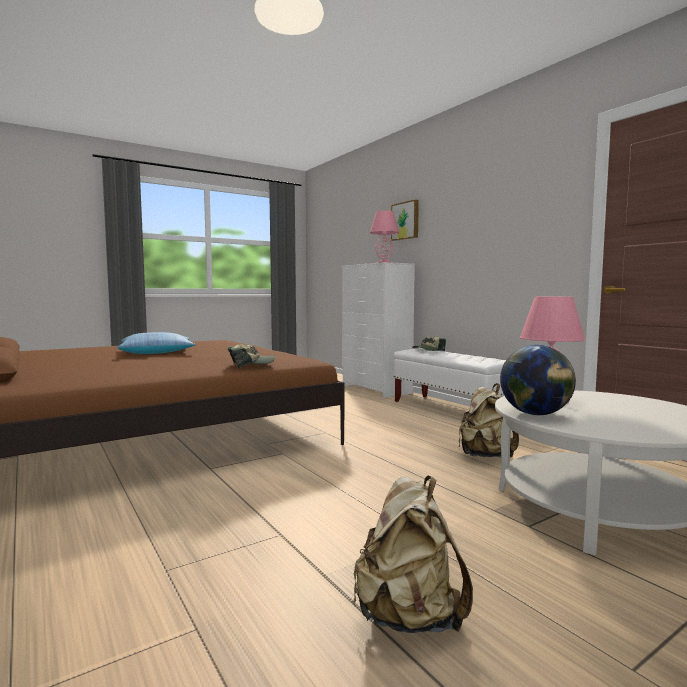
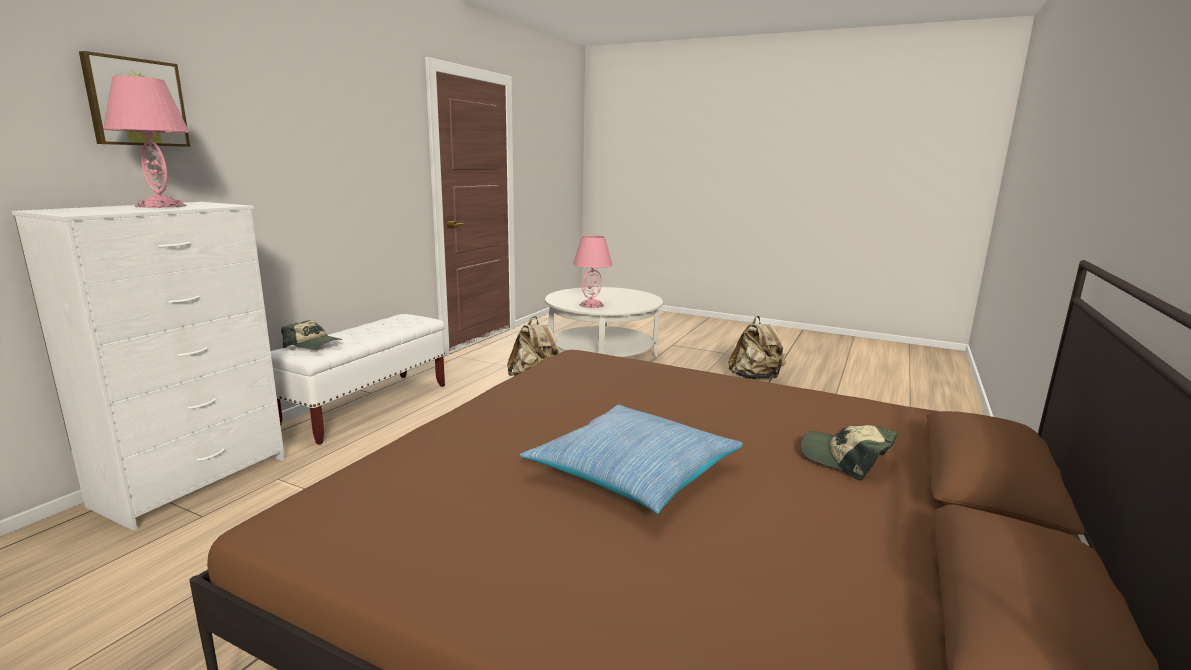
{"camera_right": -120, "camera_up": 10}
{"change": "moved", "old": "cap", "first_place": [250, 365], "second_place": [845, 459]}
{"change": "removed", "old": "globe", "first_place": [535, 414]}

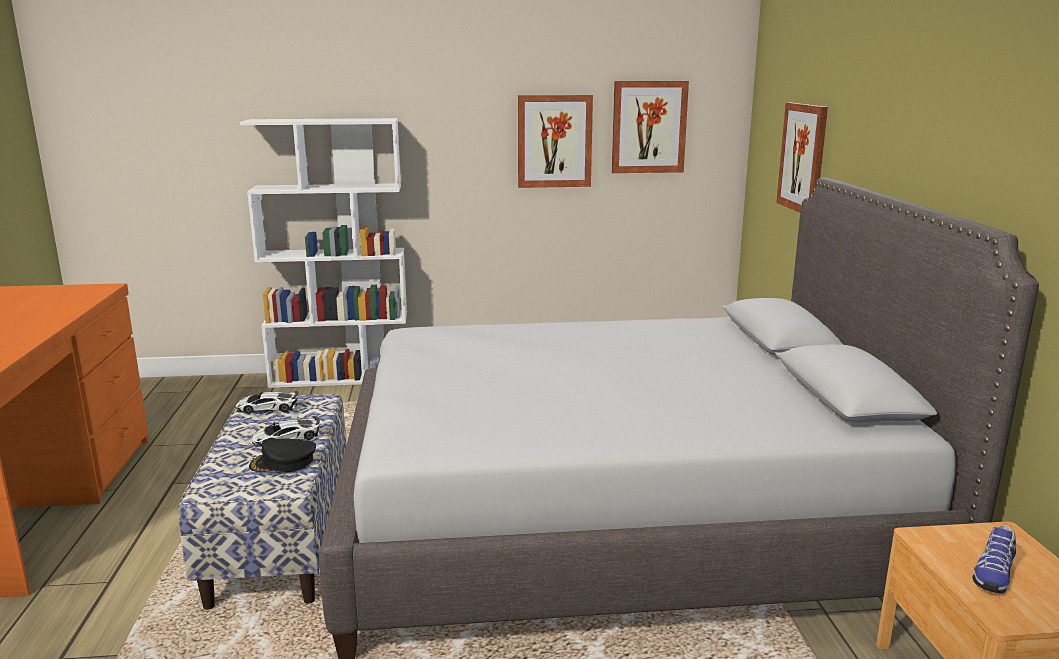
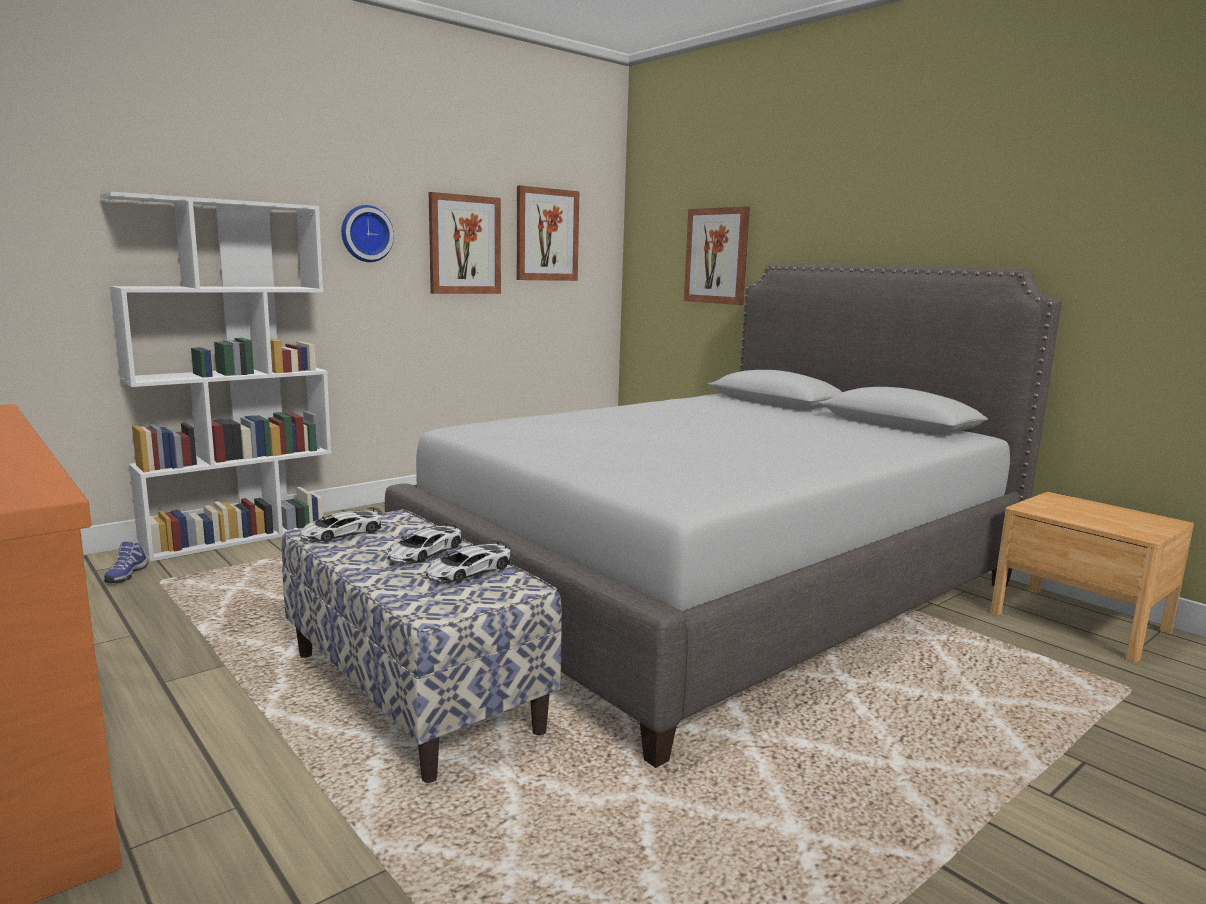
{"camera_right": -35, "camera_up": -5}
{"change": "replaced", "old": "cap (blackish)", "new": "miniature car", "first_place": [283, 462], "second_place": [468, 571]}
{"change": "moved", "old": "item of footwear", "first_place": [992, 575], "second_place": [125, 575]}
{"change": "added", "new": "wall clock", "second_place": [365, 233]}

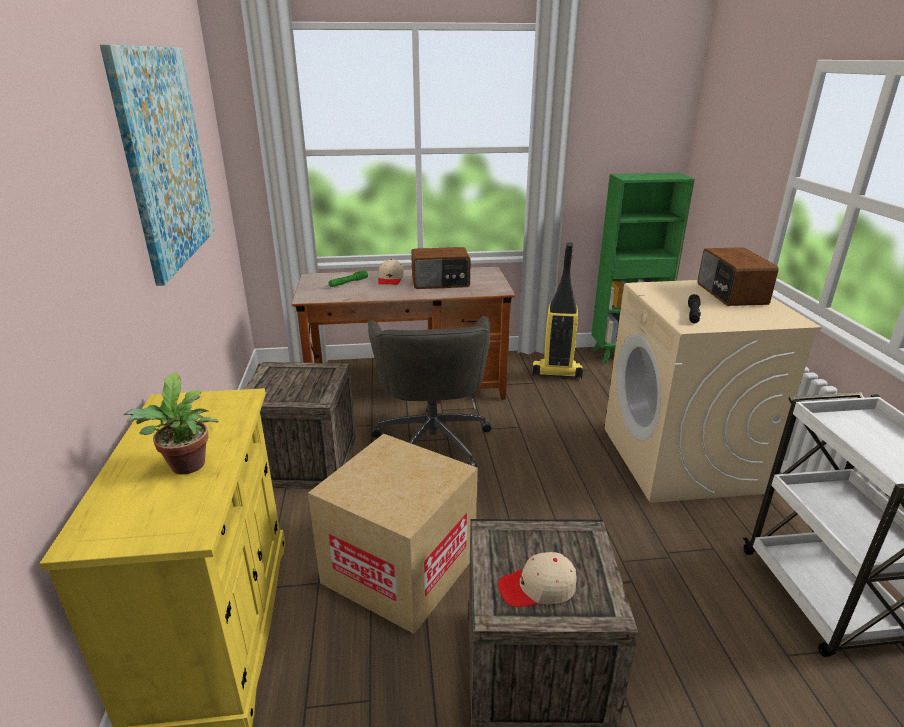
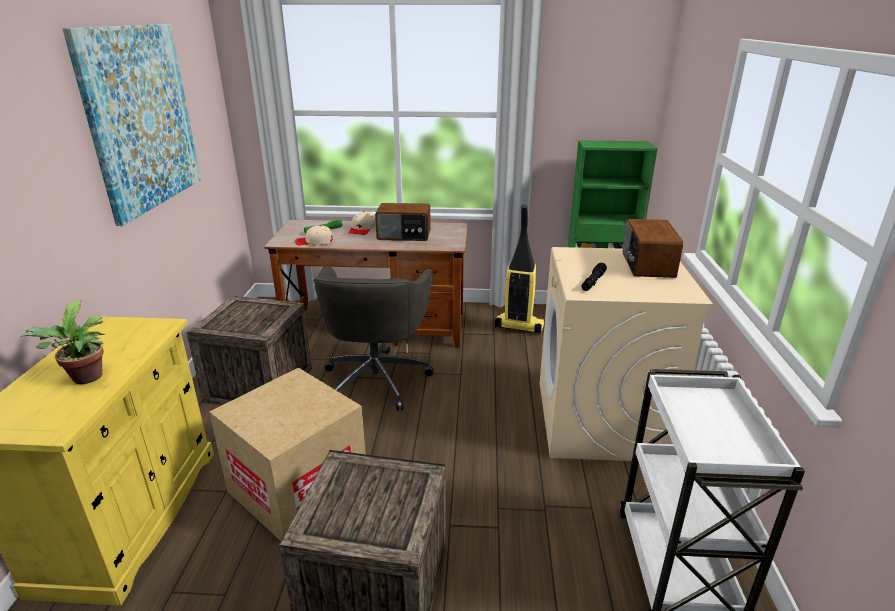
{"camera_right": 10, "camera_up": 0}
{"change": "moved", "old": "cap (beige)", "first_place": [538, 588], "second_place": [314, 242]}

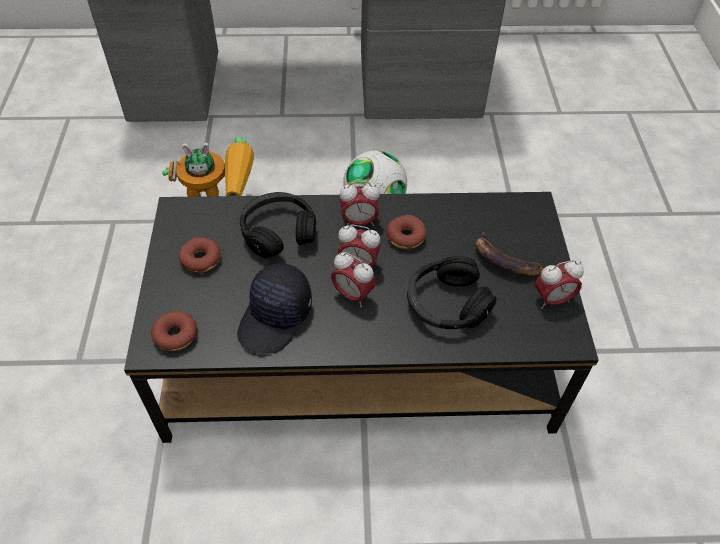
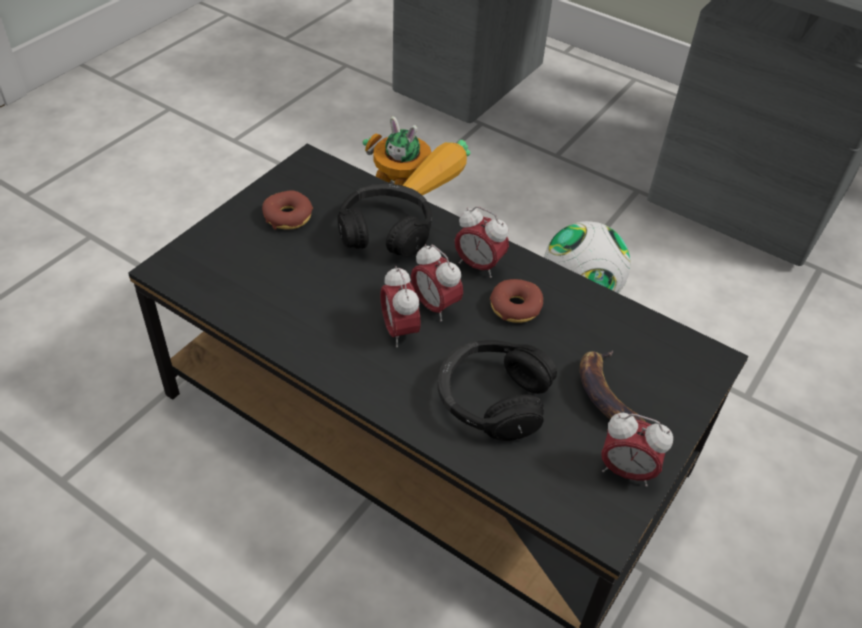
{"camera_right": 35, "camera_up": -5}
{"change": "removed", "old": "donut", "first_place": [175, 335]}
{"change": "removed", "old": "cap (blackish)", "first_place": [276, 317]}

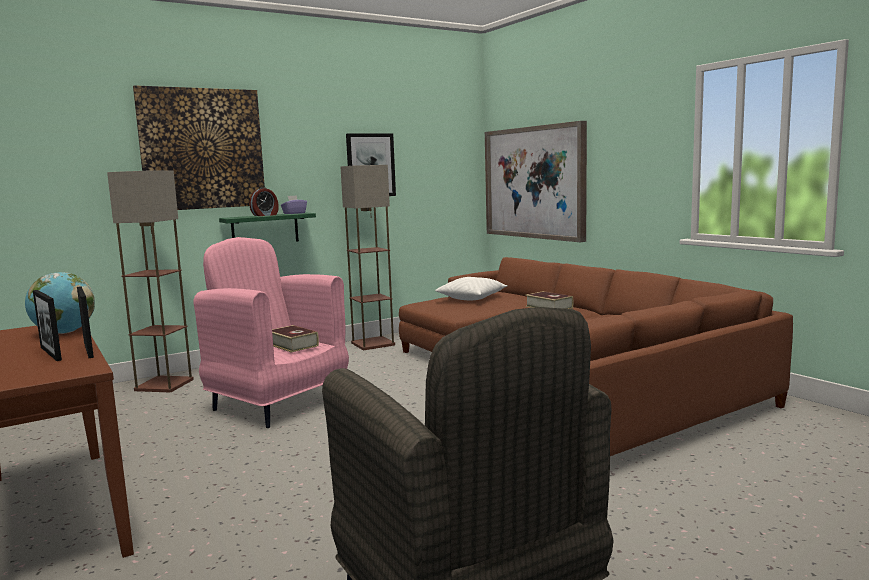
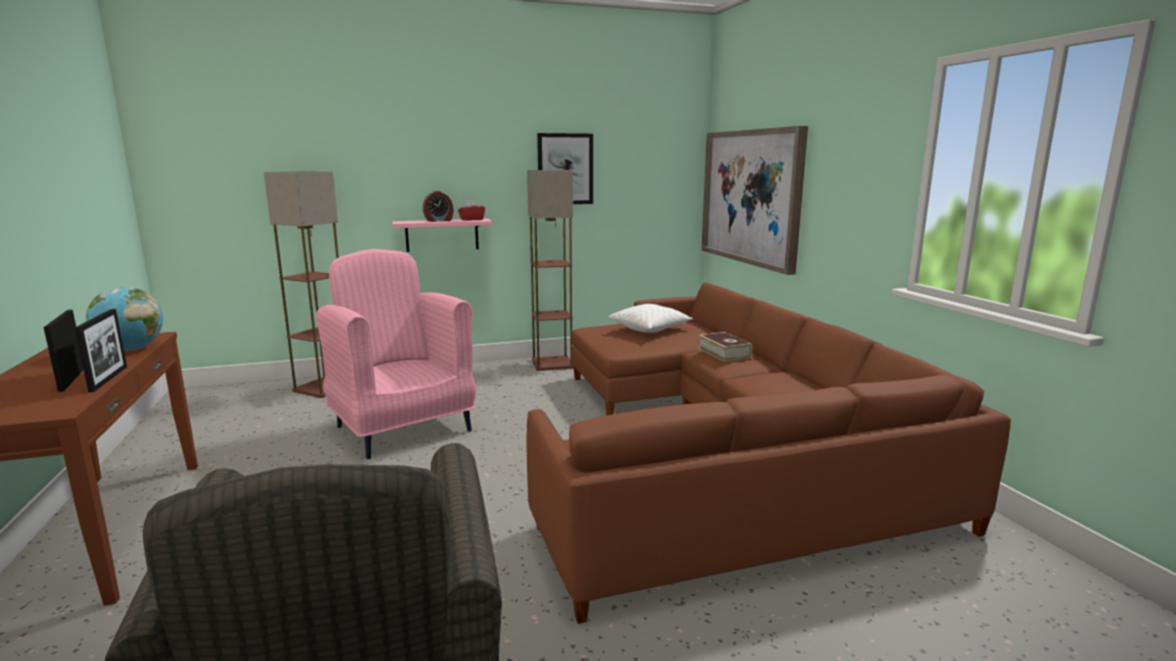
{"camera_right": 15, "camera_up": 5}
{"change": "removed", "old": "picture", "first_place": [202, 149]}
{"change": "recoloured", "old": "wall shelf (green)", "new": "wall shelf (pinkish)", "first_place": [265, 229], "second_place": [442, 235]}
{"change": "removed", "old": "volume", "first_place": [293, 345]}
{"change": "recoloured", "old": "tissue holder (purple-coloured)", "new": "tissue holder (red-coloured)", "first_place": [294, 213], "second_place": [471, 219]}

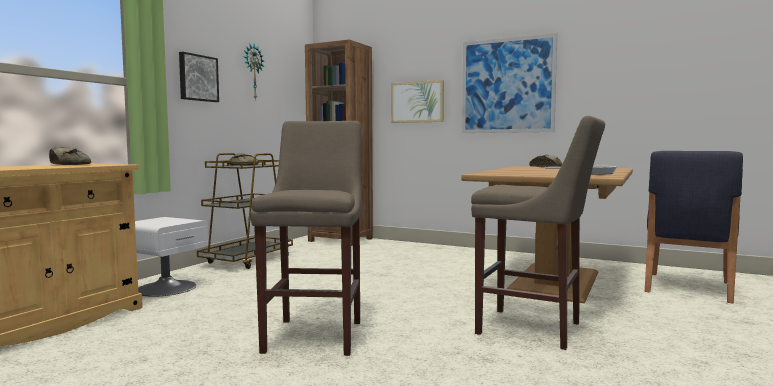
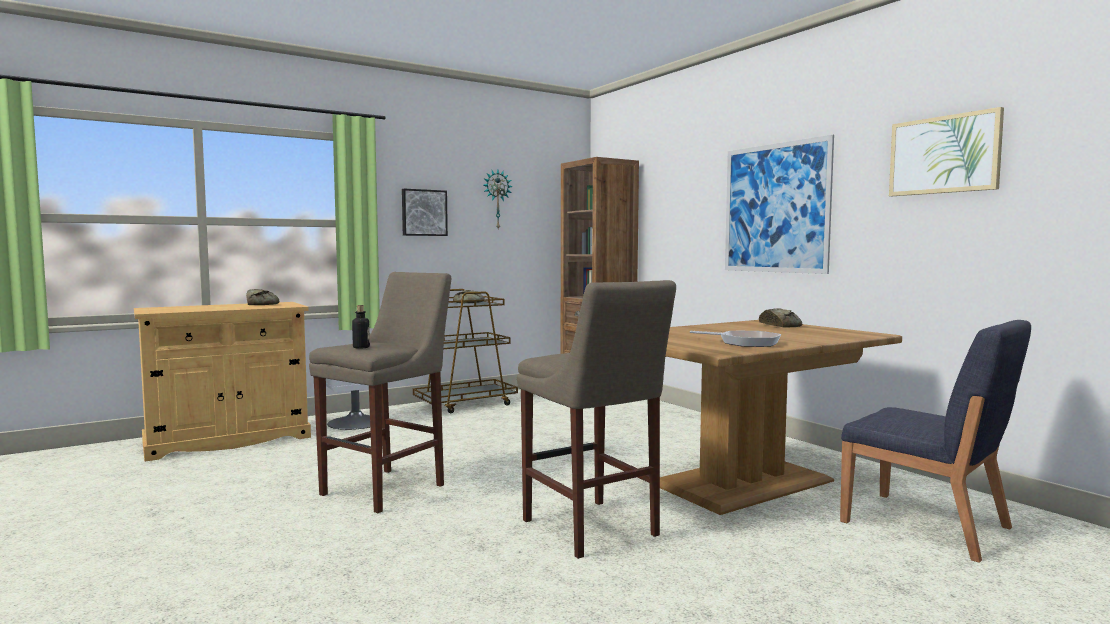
{"camera_right": 30, "camera_up": 0}
{"change": "moved", "old": "picture", "first_place": [417, 102], "second_place": [944, 155]}
{"change": "turned", "old": "chair (blue)", "first_place": [687, 287], "second_place": [927, 525], "degrees": -105}
{"change": "added", "new": "drink bottle", "second_place": [361, 347]}

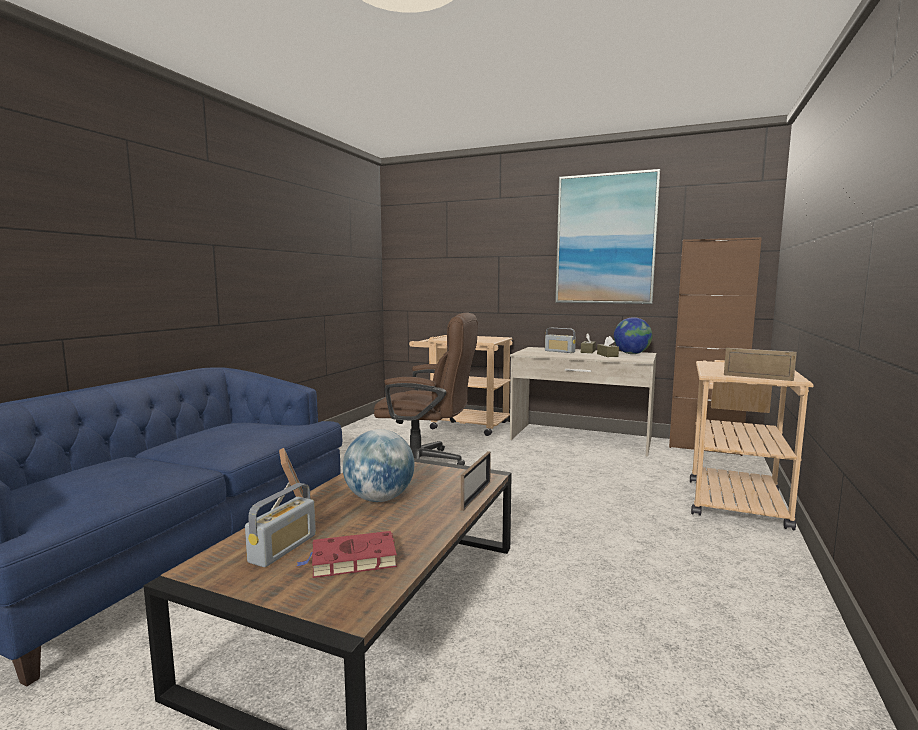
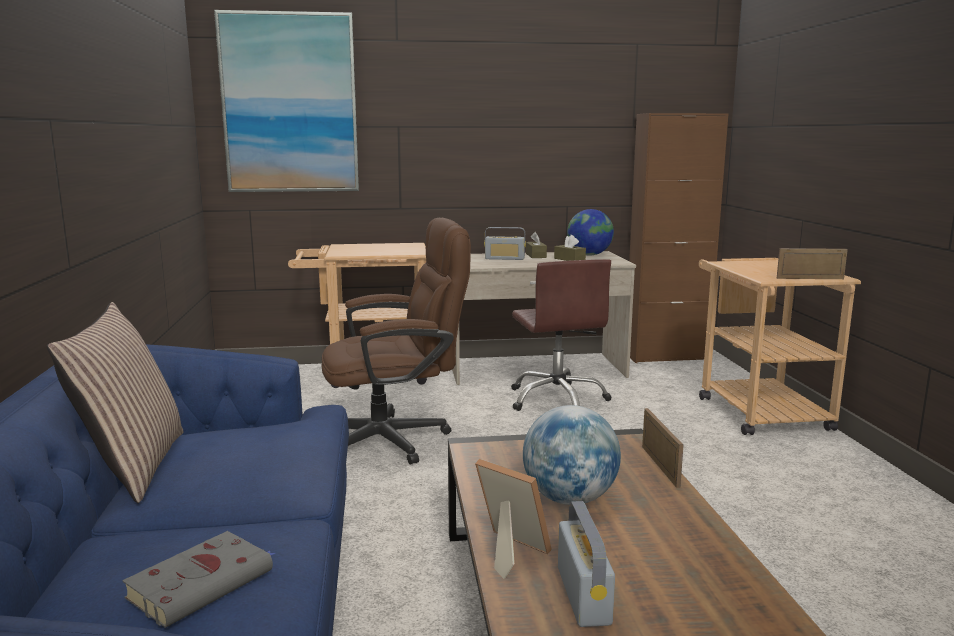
{"camera_right": -30, "camera_up": 5}
{"change": "removed", "old": "volume (red-coloured)", "first_place": [351, 560]}
{"change": "moved", "old": "picture", "first_place": [605, 239], "second_place": [289, 104]}
{"change": "added", "new": "cushion", "second_place": [132, 466]}
{"change": "added", "new": "volume (greyish)", "second_place": [204, 583]}
{"change": "added", "new": "computer chair (brown-coloured)", "second_place": [557, 399]}

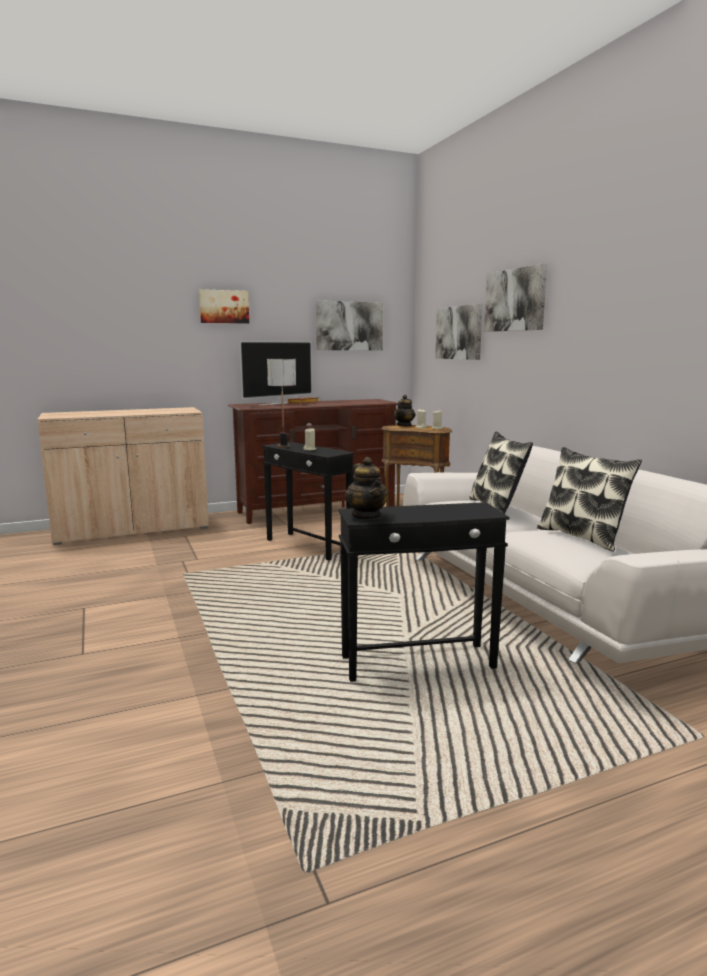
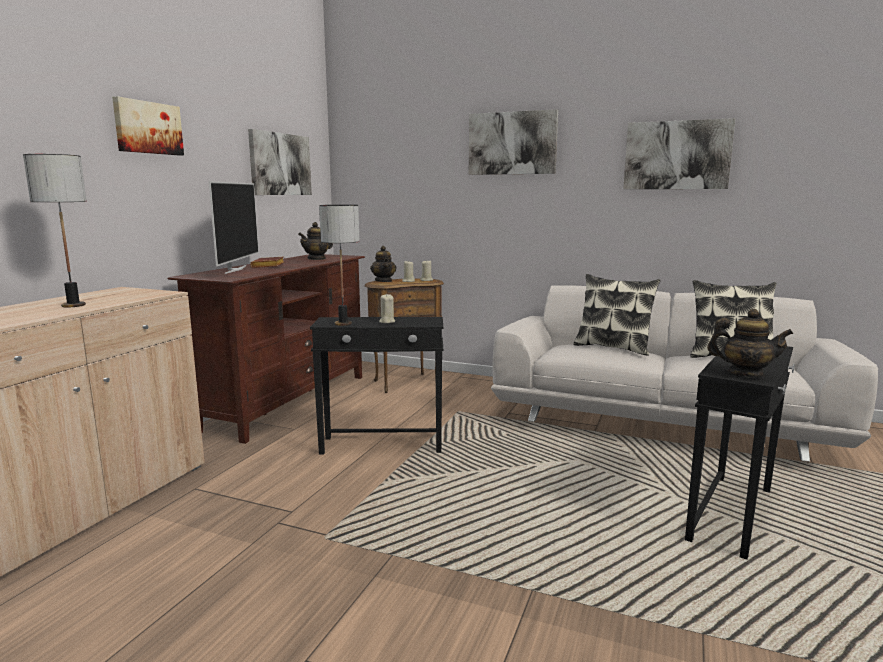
{"camera_right": -45, "camera_up": 0}
{"change": "moved", "old": "picture", "first_place": [459, 332], "second_place": [677, 155]}
{"change": "added", "new": "tabletop lamp", "second_place": [74, 305]}
{"change": "added", "new": "teapot", "second_place": [317, 259]}

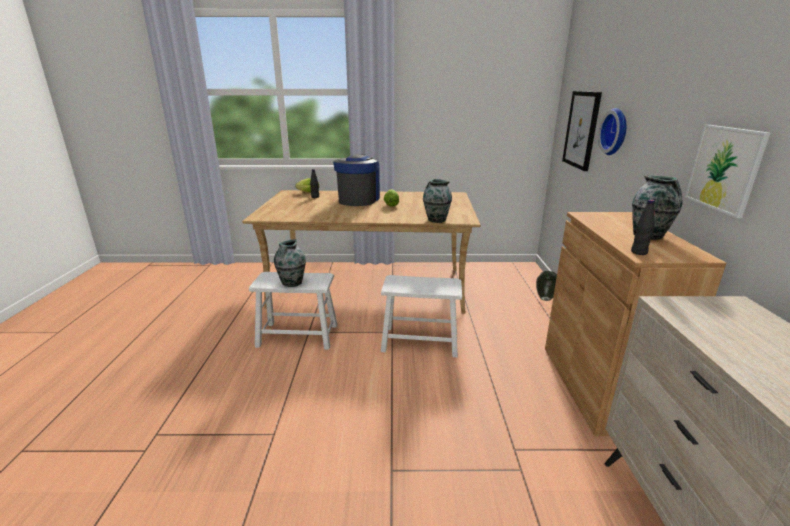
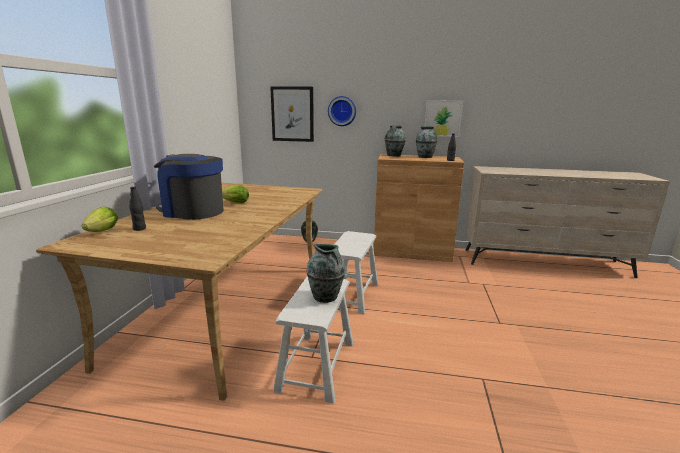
{"camera_right": -80, "camera_up": -5}
{"change": "moved", "old": "flower vase", "first_place": [436, 220], "second_place": [393, 155]}

